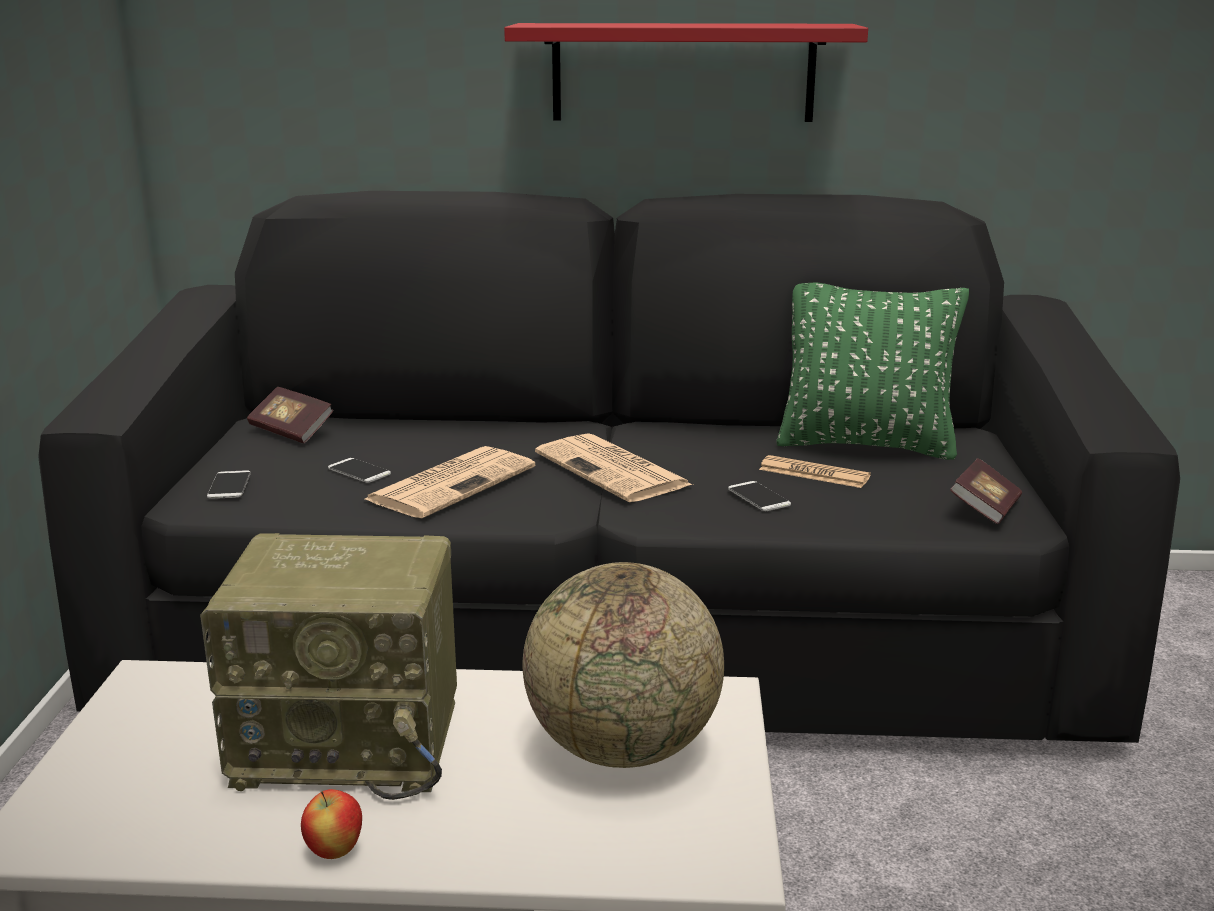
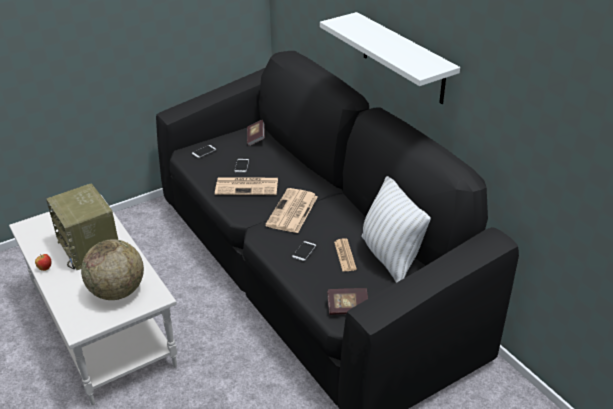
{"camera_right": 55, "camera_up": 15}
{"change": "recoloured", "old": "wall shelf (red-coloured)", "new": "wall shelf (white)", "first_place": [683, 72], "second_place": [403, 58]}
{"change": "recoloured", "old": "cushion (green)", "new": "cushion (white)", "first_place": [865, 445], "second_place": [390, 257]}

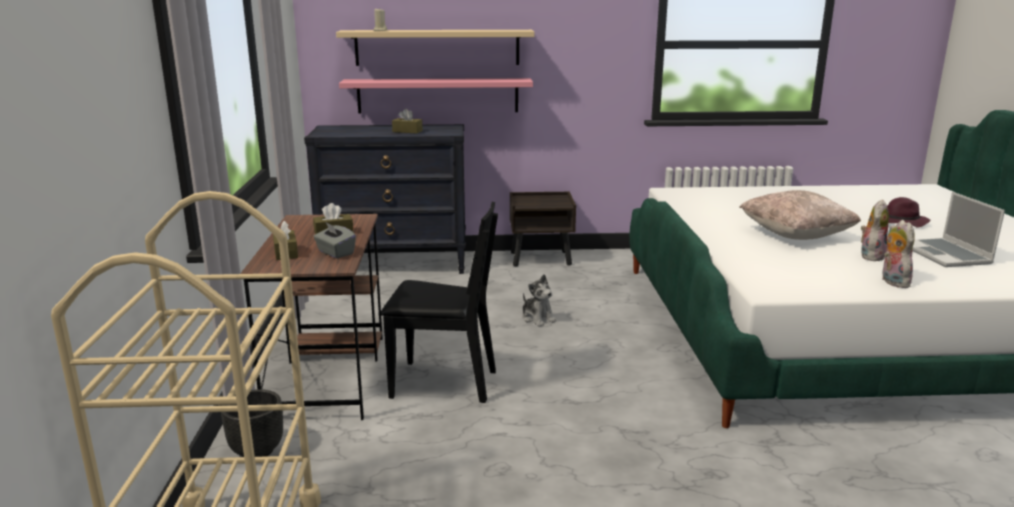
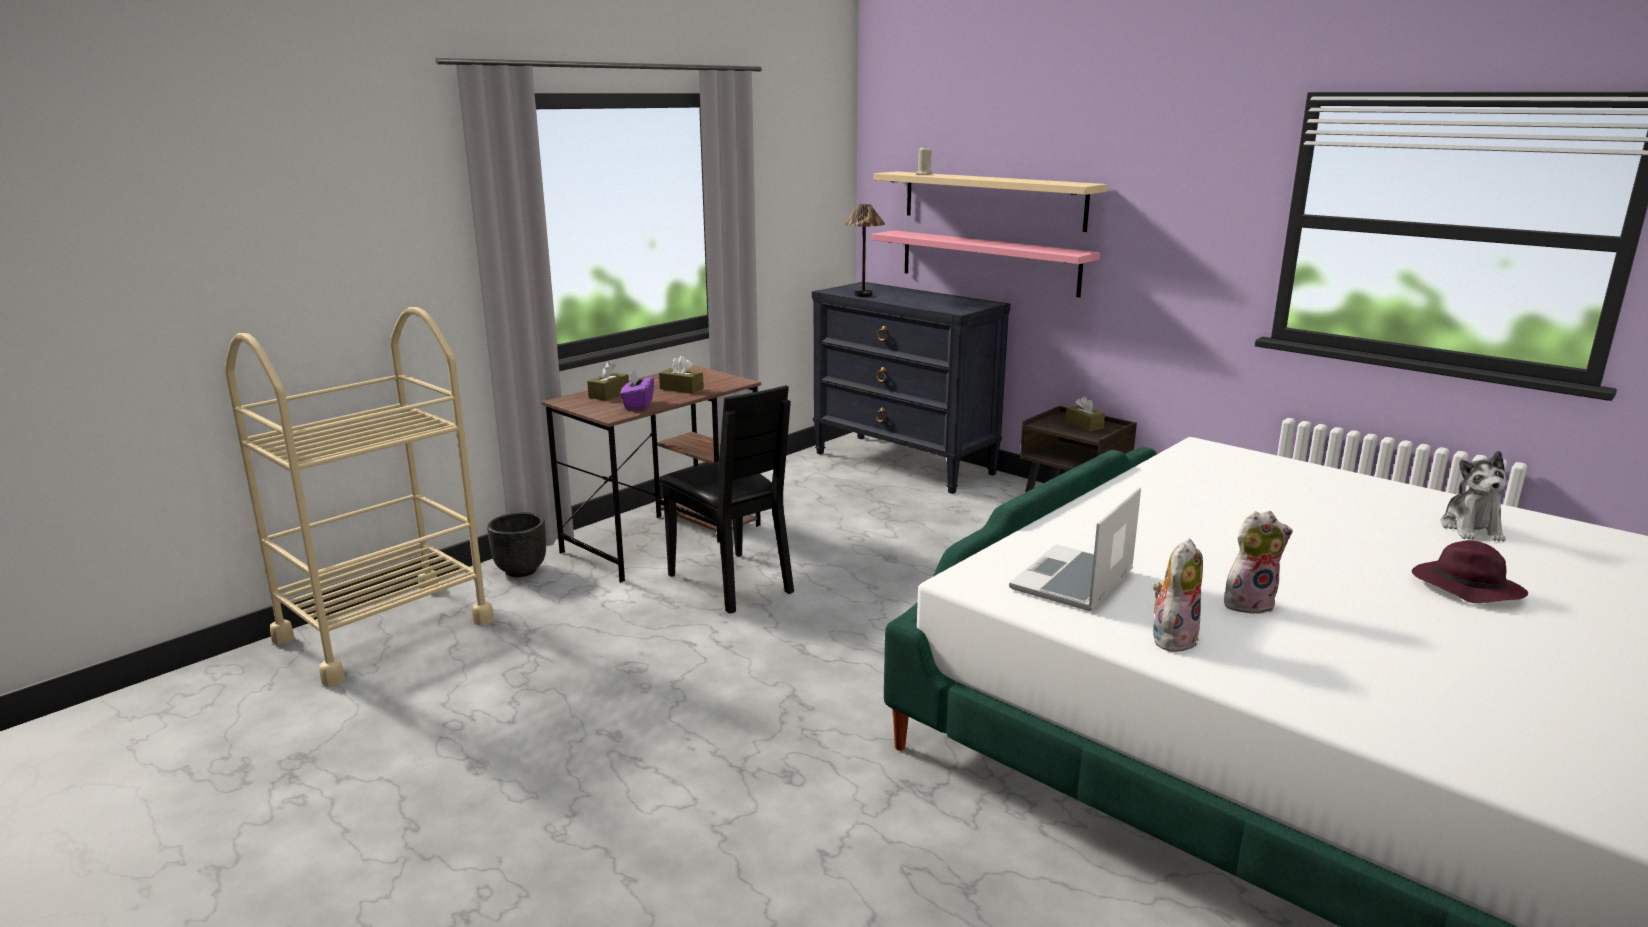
{"camera_right": 45, "camera_up": 0}
{"change": "recoloured", "old": "tissue holder (greyish)", "new": "tissue holder (purple-coloured)", "first_place": [335, 253], "second_place": [638, 404]}
{"change": "moved", "old": "tissue holder (brown-coloured)", "first_place": [407, 131], "second_place": [1084, 425]}
{"change": "moved", "old": "cuddly toy", "first_place": [537, 318], "second_place": [1471, 529]}
{"change": "removed", "old": "cushion (beige)", "first_place": [795, 235]}
{"change": "moved", "old": "notebook computer", "first_place": [946, 255], "second_place": [1073, 582]}
{"change": "added", "new": "tabletop lamp", "second_place": [863, 295]}

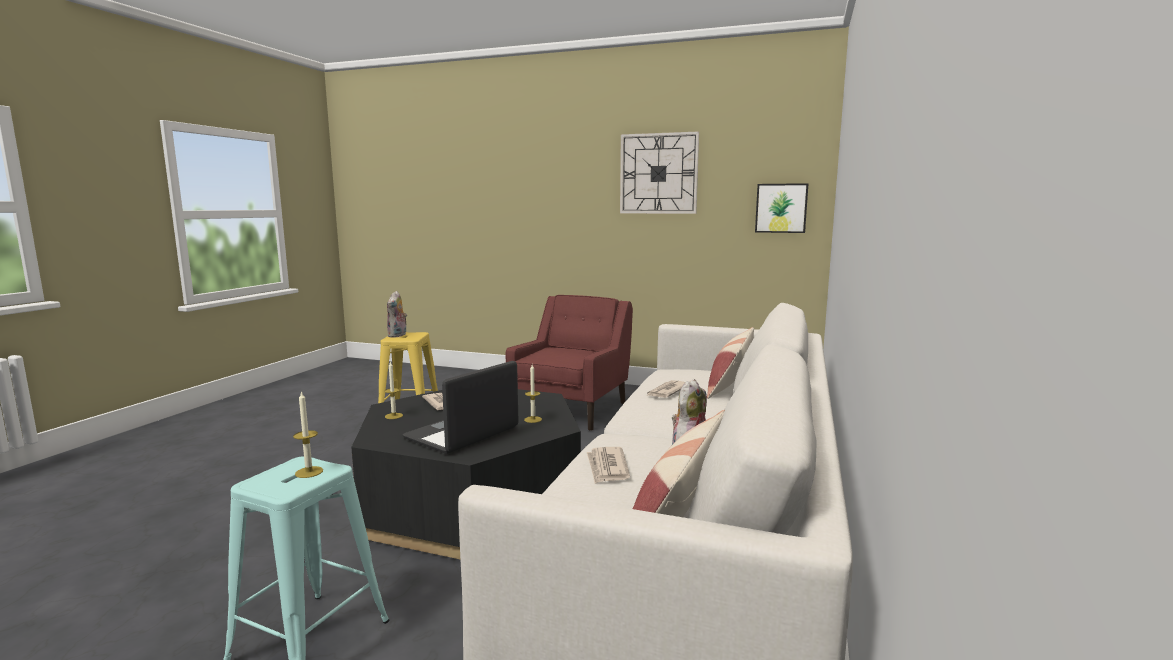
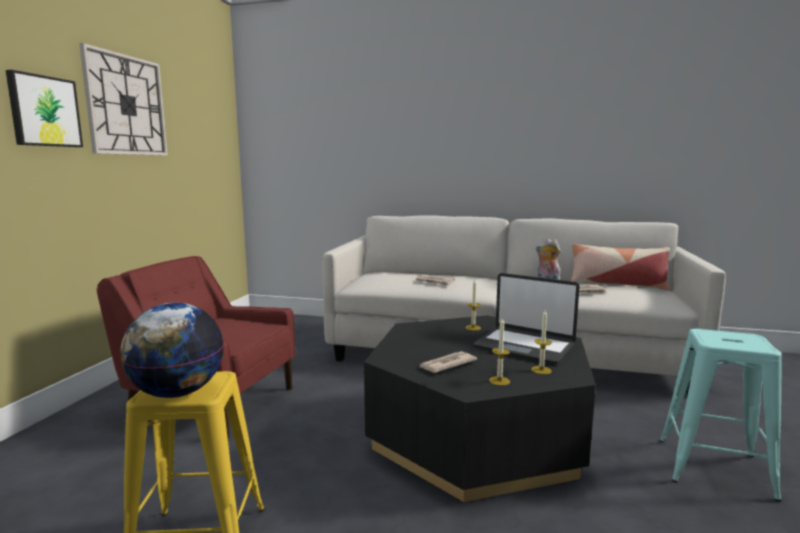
{"camera_right": -95, "camera_up": 0}
{"change": "moved", "old": "wax candle", "first_place": [309, 472], "second_place": [541, 370]}
{"change": "replaced", "old": "cuddly toy", "new": "globe", "first_place": [398, 335], "second_place": [177, 393]}
{"change": "removed", "old": "cushion", "first_place": [731, 384]}
{"change": "moved", "old": "picture", "first_place": [781, 208], "second_place": [44, 111]}

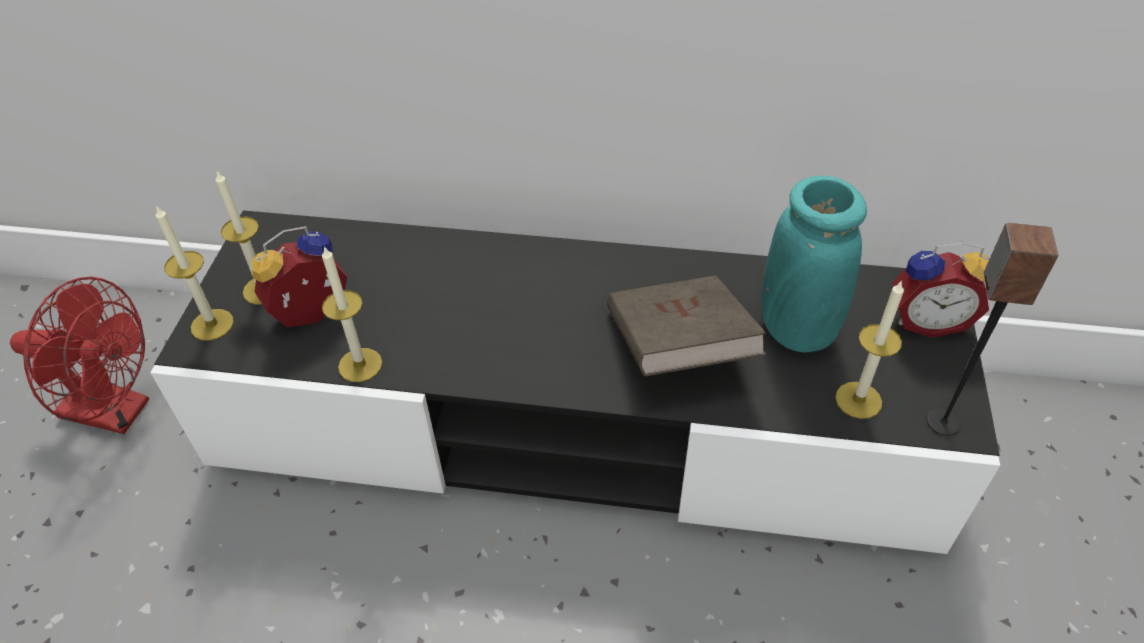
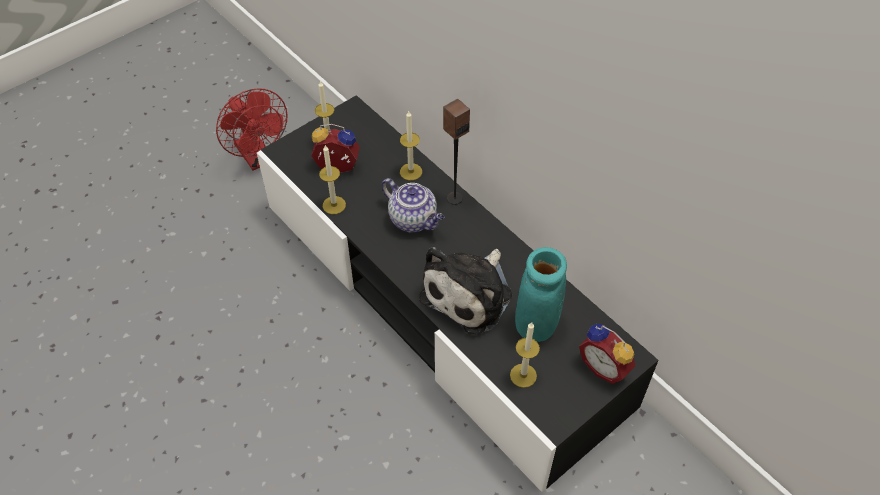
{"camera_right": 40, "camera_up": 5}
{"change": "moved", "old": "wax candle", "first_place": [212, 324], "second_place": [411, 172]}
{"change": "replaced", "old": "volume (brown-coloured)", "new": "cuddly toy", "first_place": [678, 349], "second_place": [470, 293]}
{"change": "moved", "old": "speaker", "first_place": [942, 422], "second_place": [454, 198]}
{"change": "added", "new": "teapot", "second_place": [414, 220]}

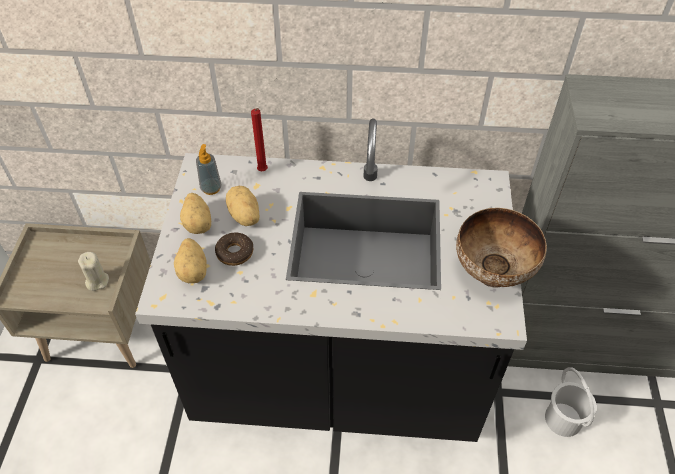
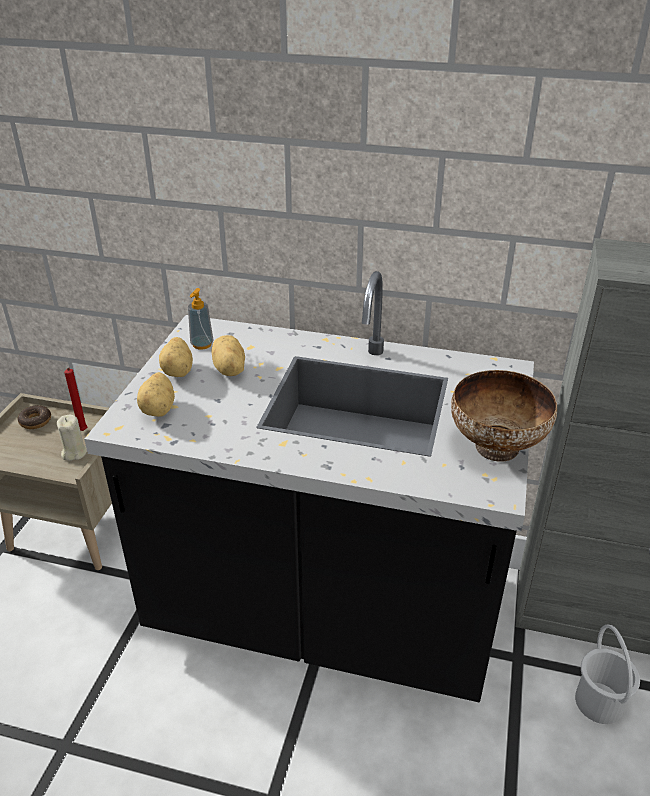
{"camera_right": 10, "camera_up": -15}
{"change": "moved", "old": "donut", "first_place": [235, 253], "second_place": [35, 421]}
{"change": "moved", "old": "wax candle (red-coloured)", "first_place": [263, 172], "second_place": [83, 431]}

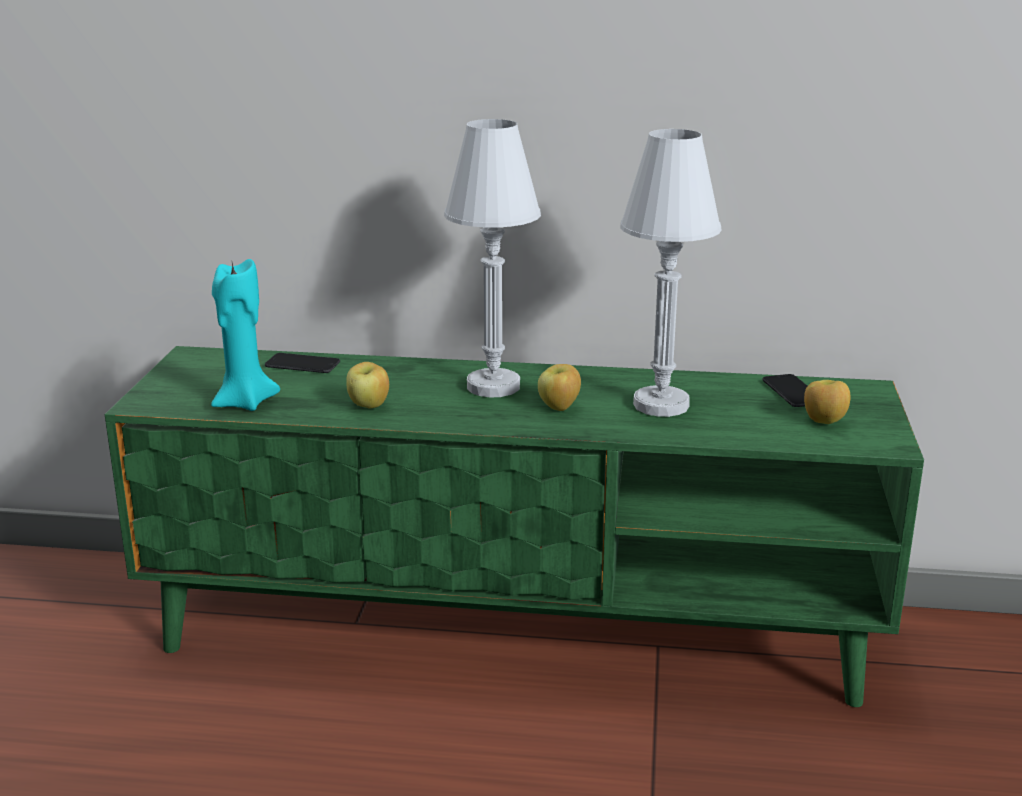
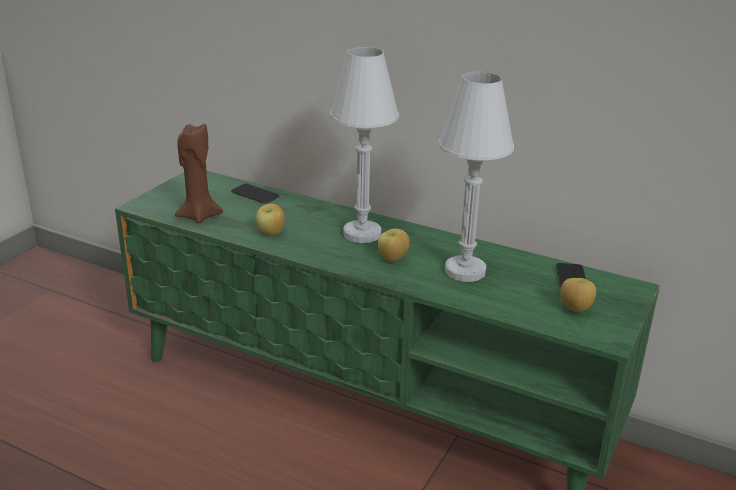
{"camera_right": 20, "camera_up": 5}
{"change": "recoloured", "old": "wax candle (blue-green)", "new": "wax candle (brown-coloured)", "first_place": [244, 402], "second_place": [199, 216]}

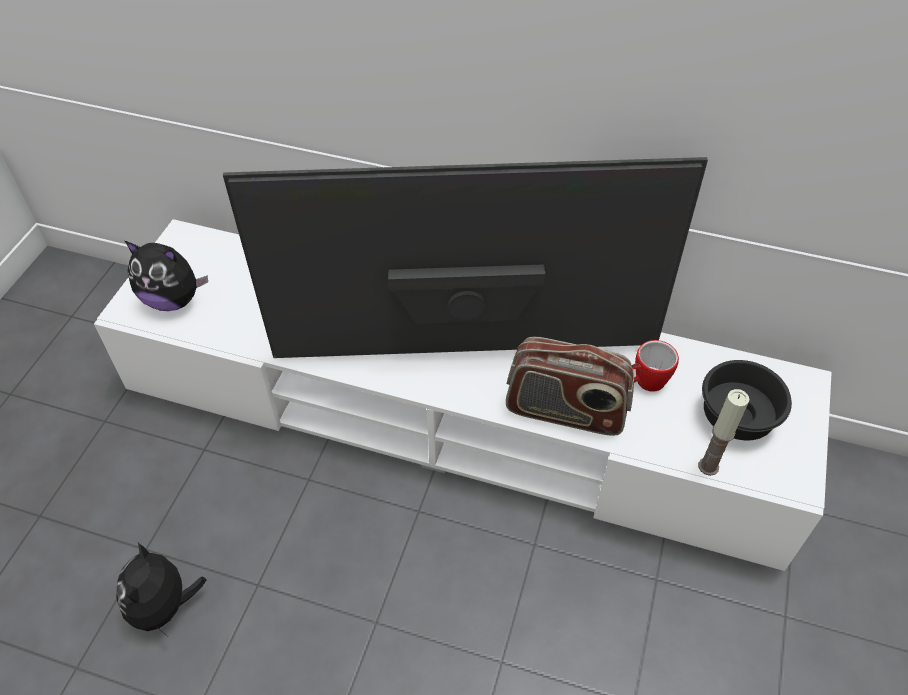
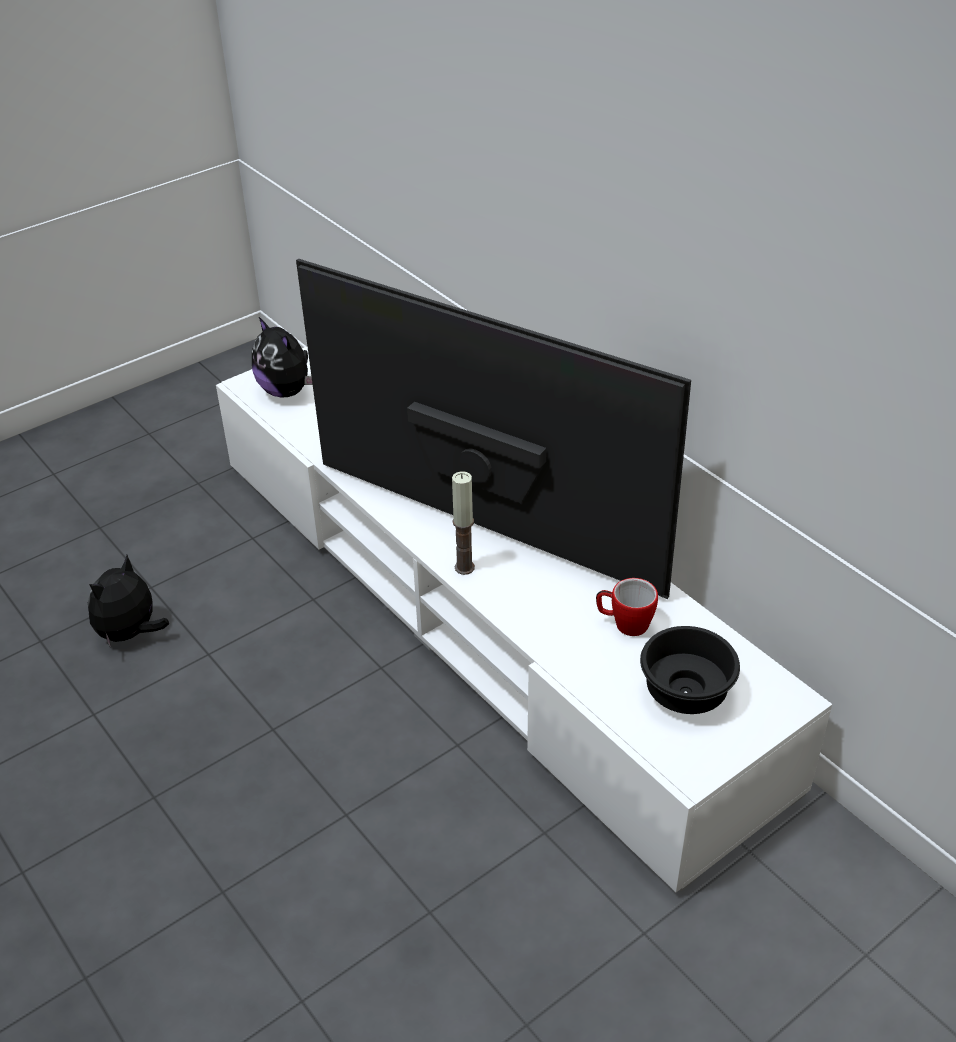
{"camera_right": 35, "camera_up": -10}
{"change": "removed", "old": "radio set", "first_place": [565, 411]}
{"change": "moved", "old": "wax candle", "first_place": [708, 466], "second_place": [464, 567]}

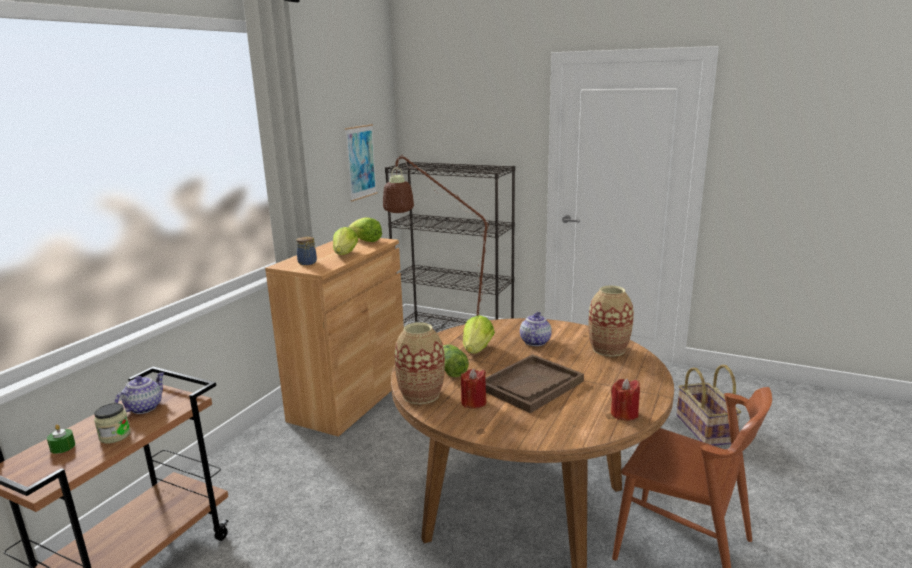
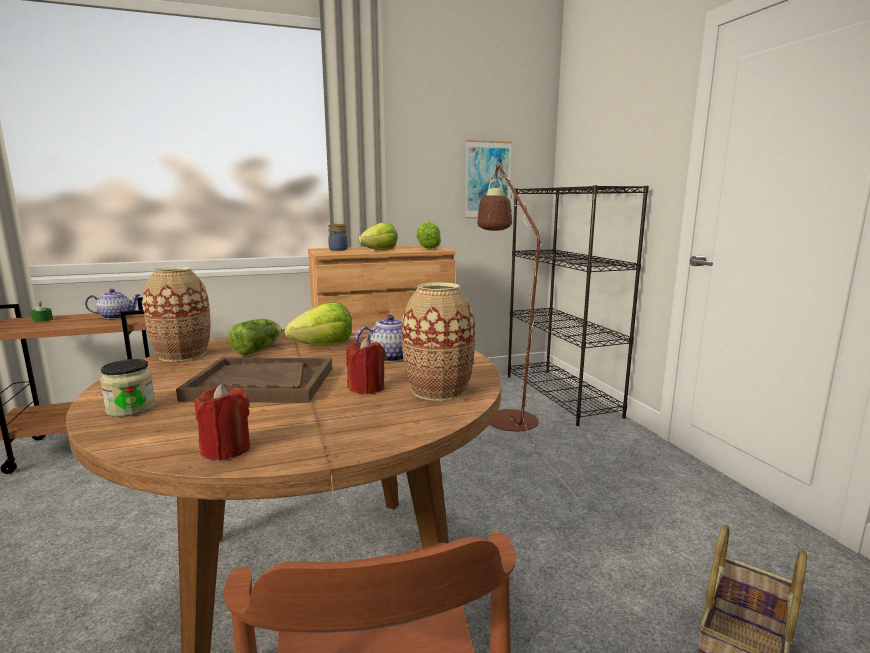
{"camera_right": 45, "camera_up": -5}
{"change": "moved", "old": "preserve jar", "first_place": [115, 436], "second_place": [131, 408]}
{"change": "moved", "old": "wax candle (red-coloured)", "first_place": [473, 402], "second_place": [366, 388]}

